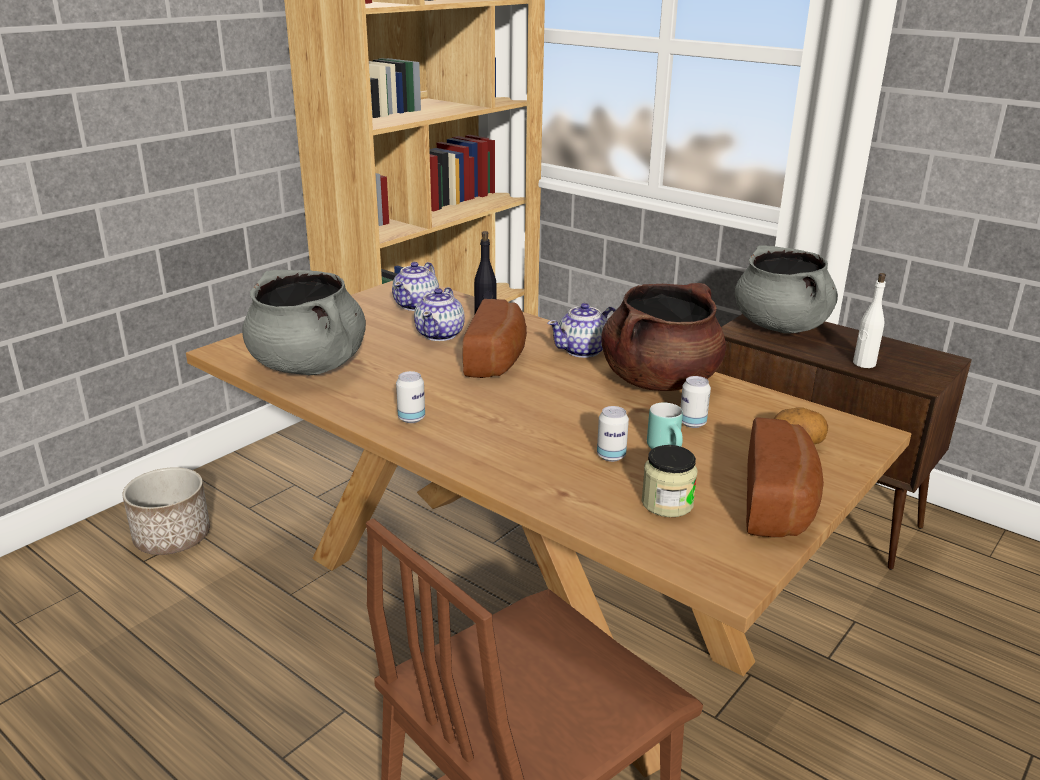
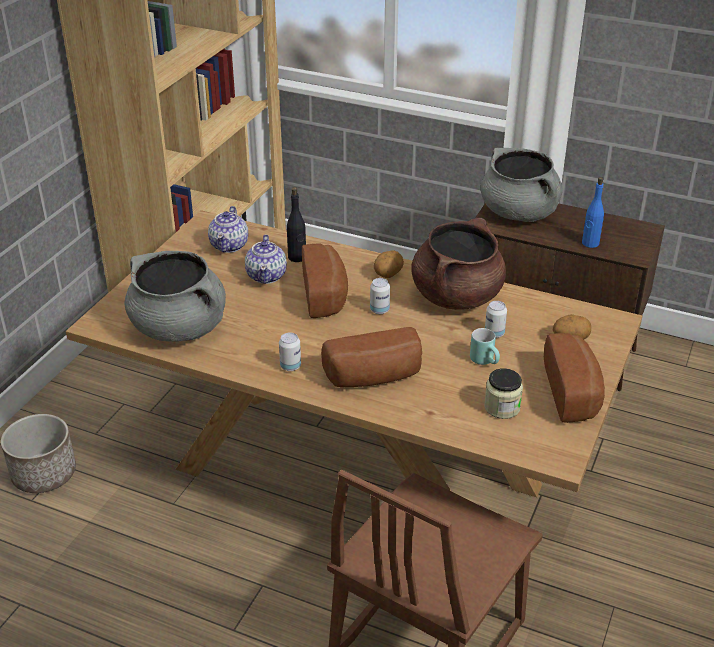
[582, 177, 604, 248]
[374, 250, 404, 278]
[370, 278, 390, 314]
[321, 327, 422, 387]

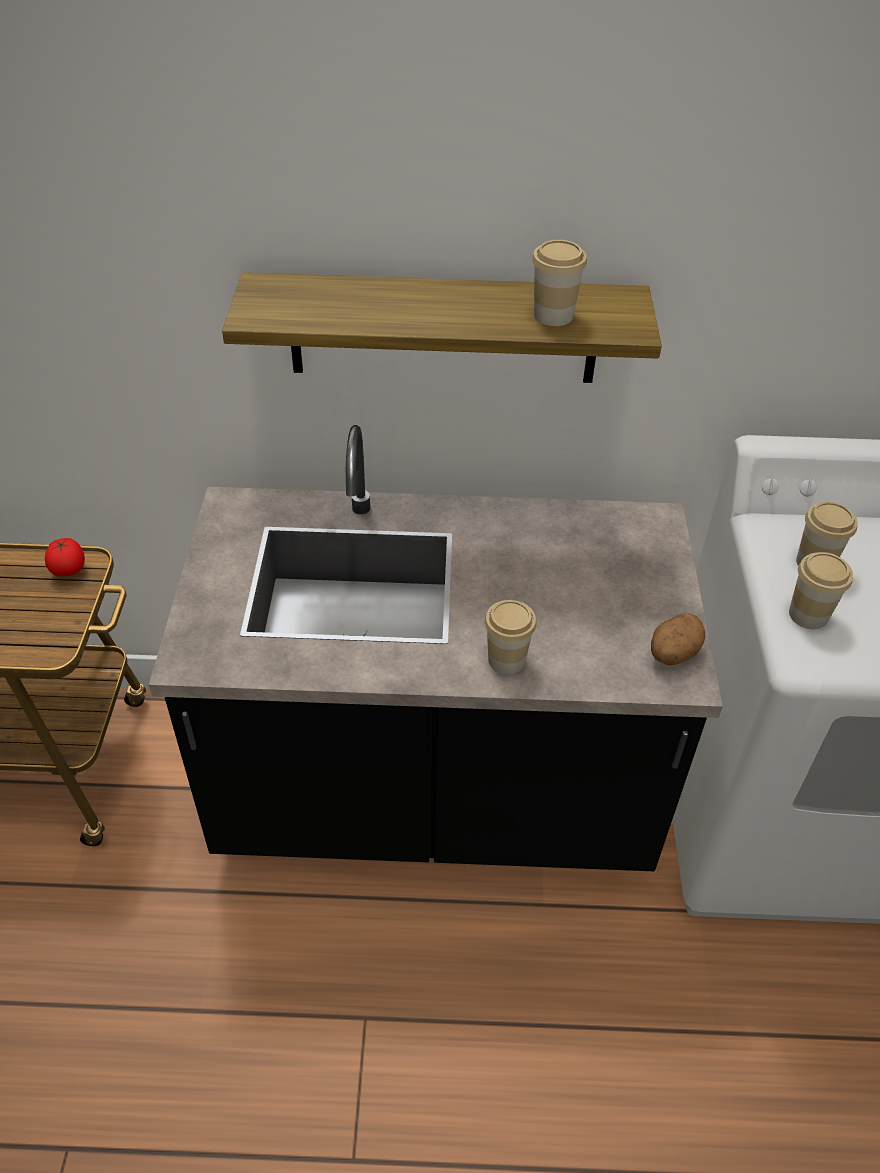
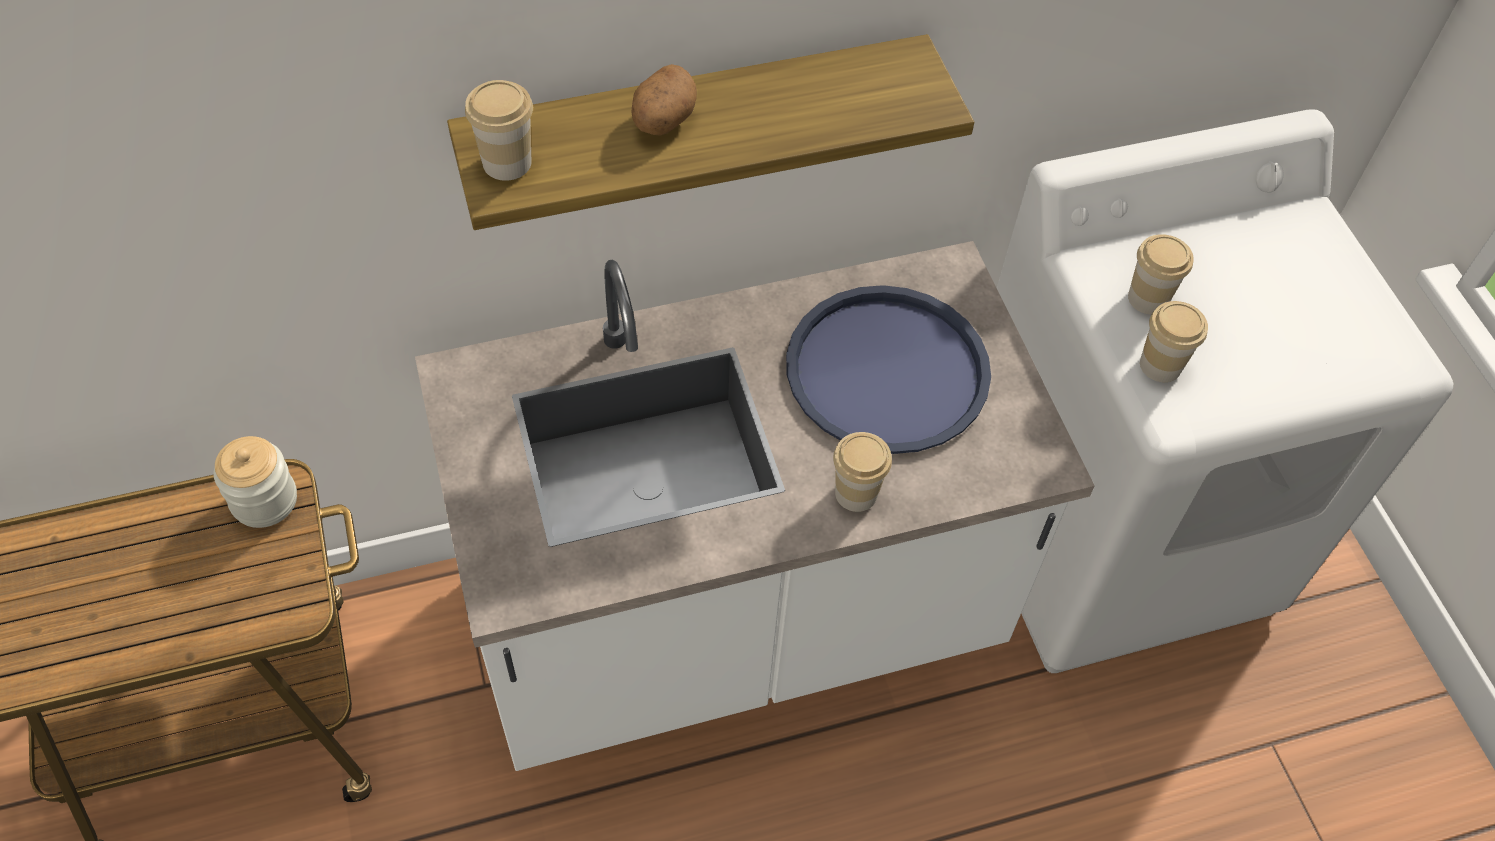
[465, 80, 533, 181]
[415, 241, 1095, 771]
[214, 436, 297, 528]
[632, 64, 697, 136]
[786, 285, 991, 454]

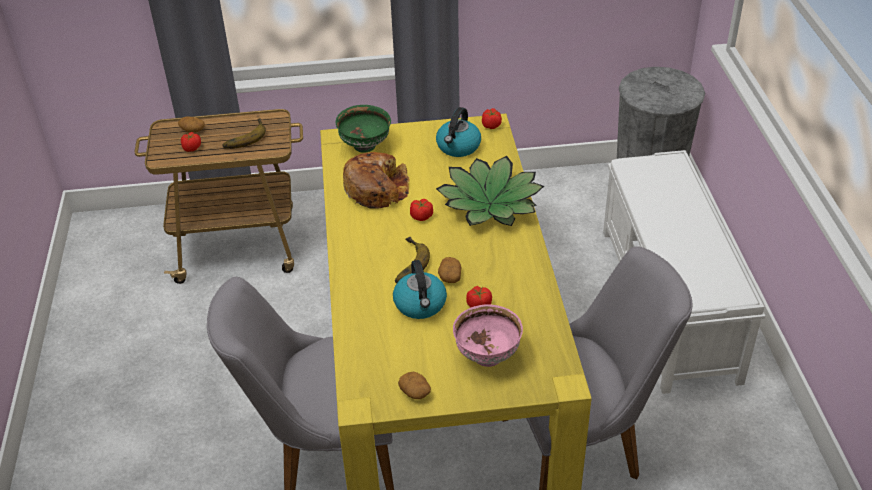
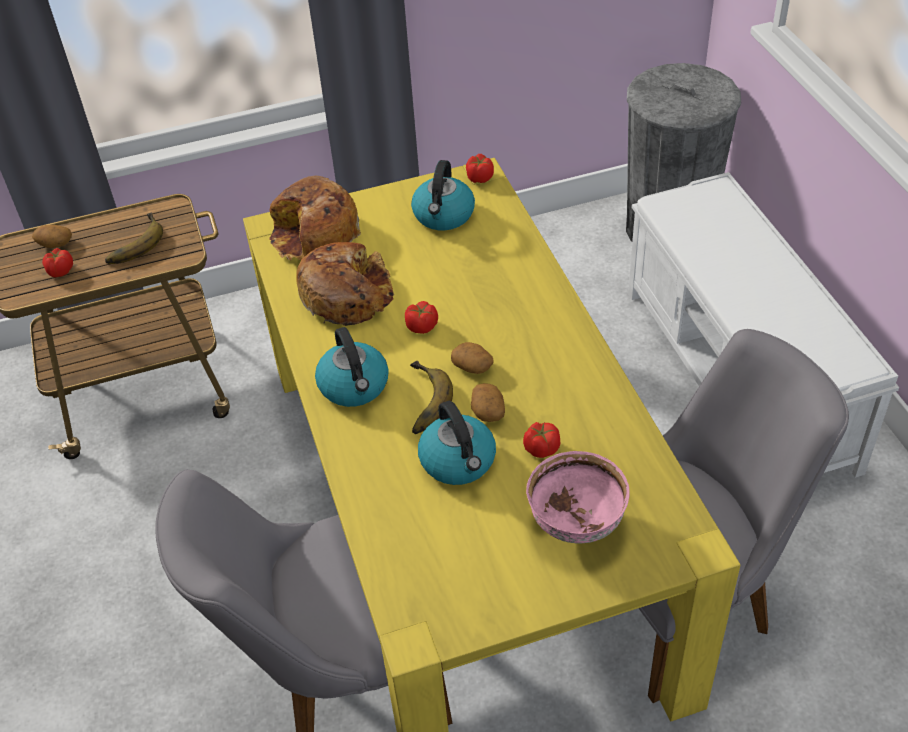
[269, 176, 361, 261]
[436, 156, 544, 226] (first image)
[451, 342, 494, 374]
[315, 327, 389, 407]

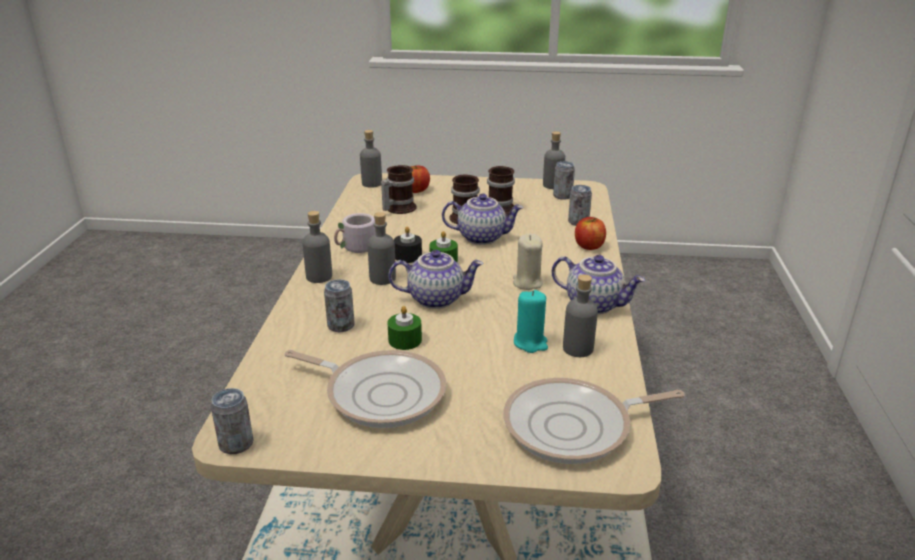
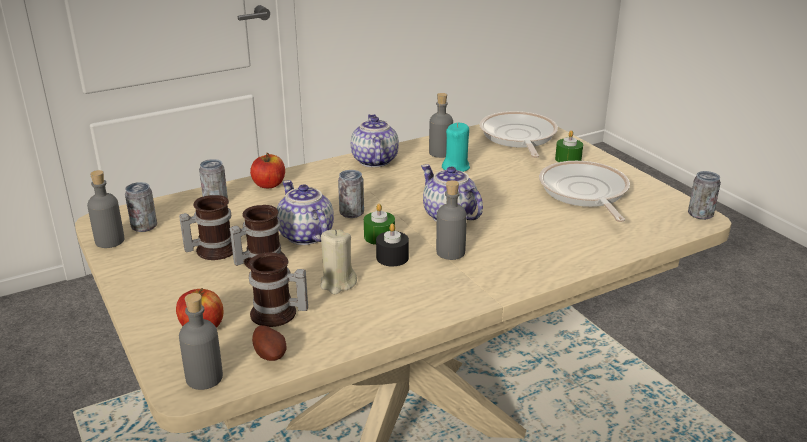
[302, 211, 332, 283] (first image)
[334, 213, 376, 253] (first image)
[320, 230, 357, 294]
[338, 170, 364, 218]
[555, 130, 583, 162]
[480, 111, 558, 158]
[252, 325, 287, 361]

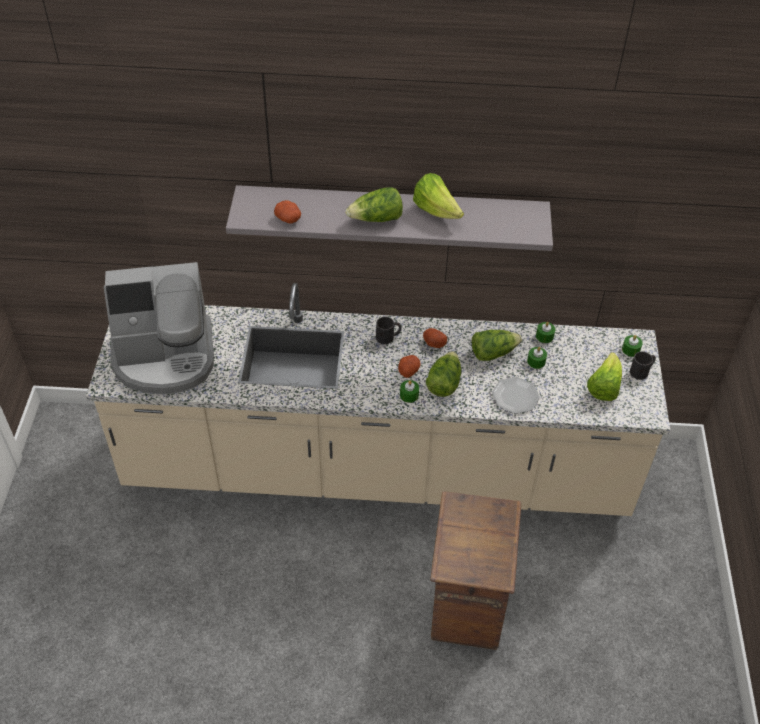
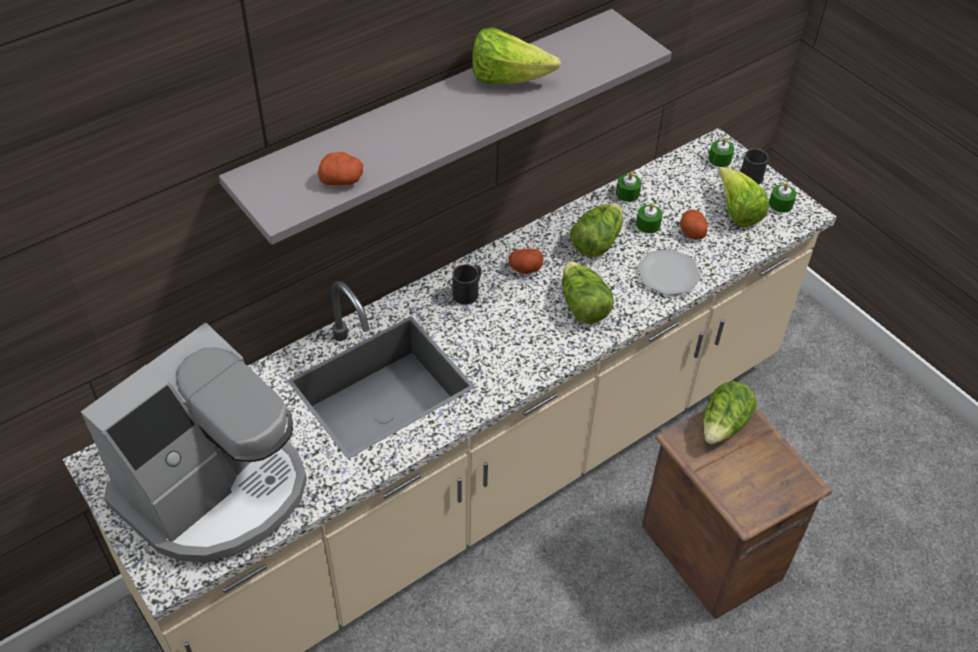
[703, 381, 757, 444]
[680, 210, 708, 240]
[769, 183, 797, 213]

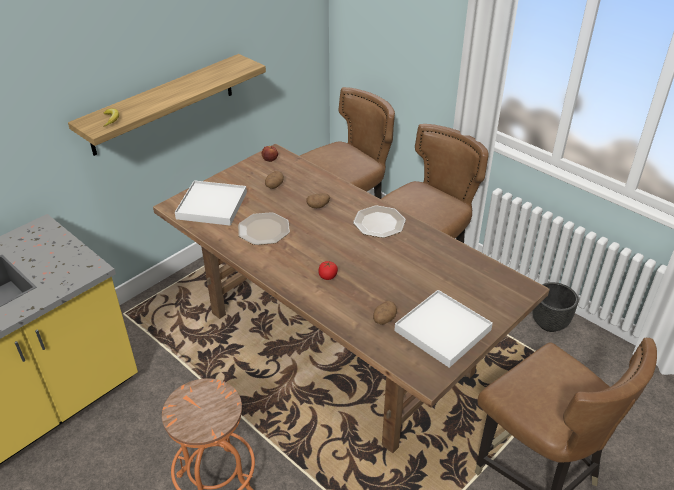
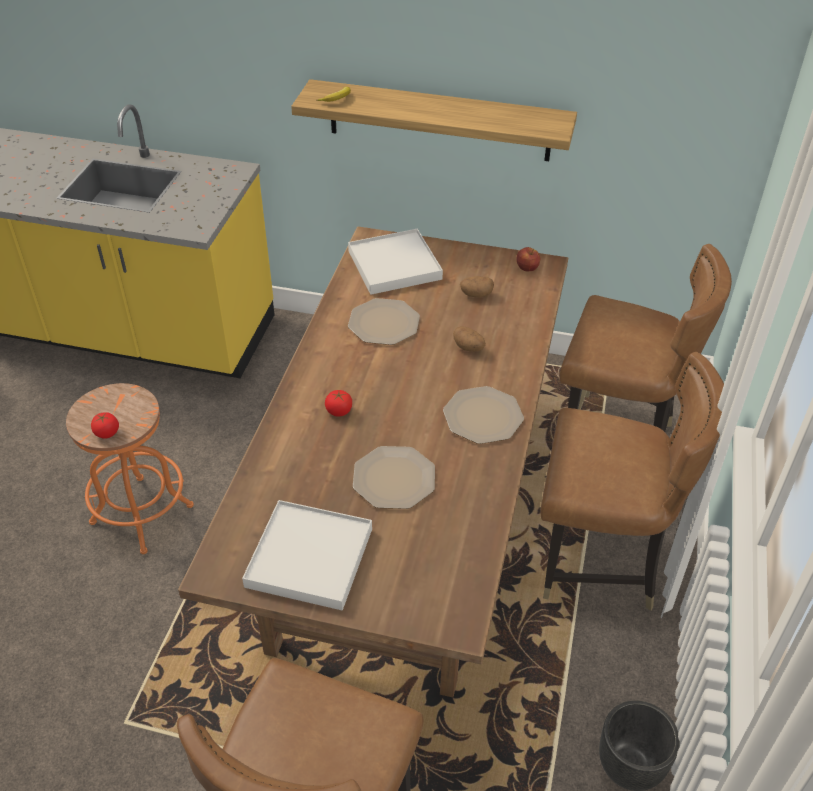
[373, 301, 397, 325] (first image)
[91, 412, 119, 439]
[353, 446, 435, 509]

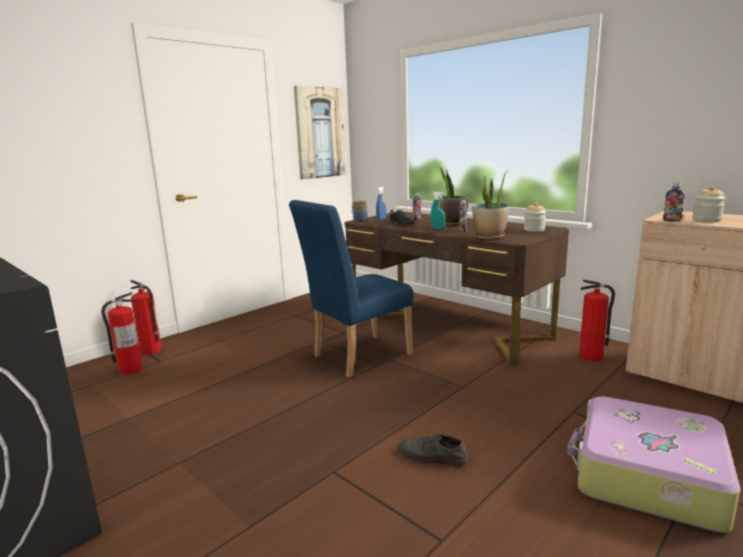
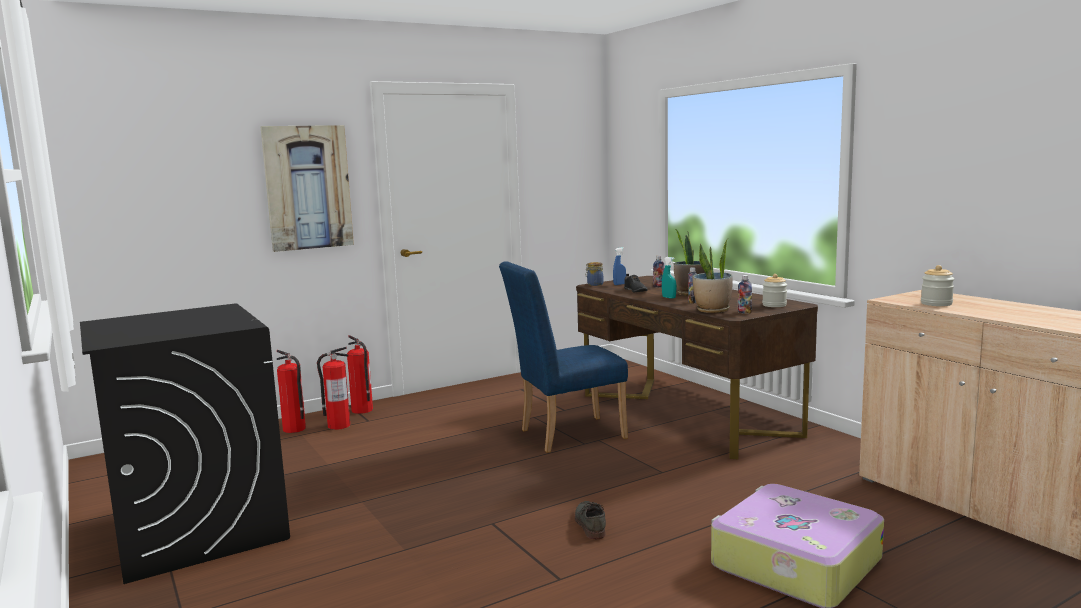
[260, 125, 354, 252]
[738, 275, 752, 314]
[277, 350, 306, 433]
[575, 501, 606, 540]

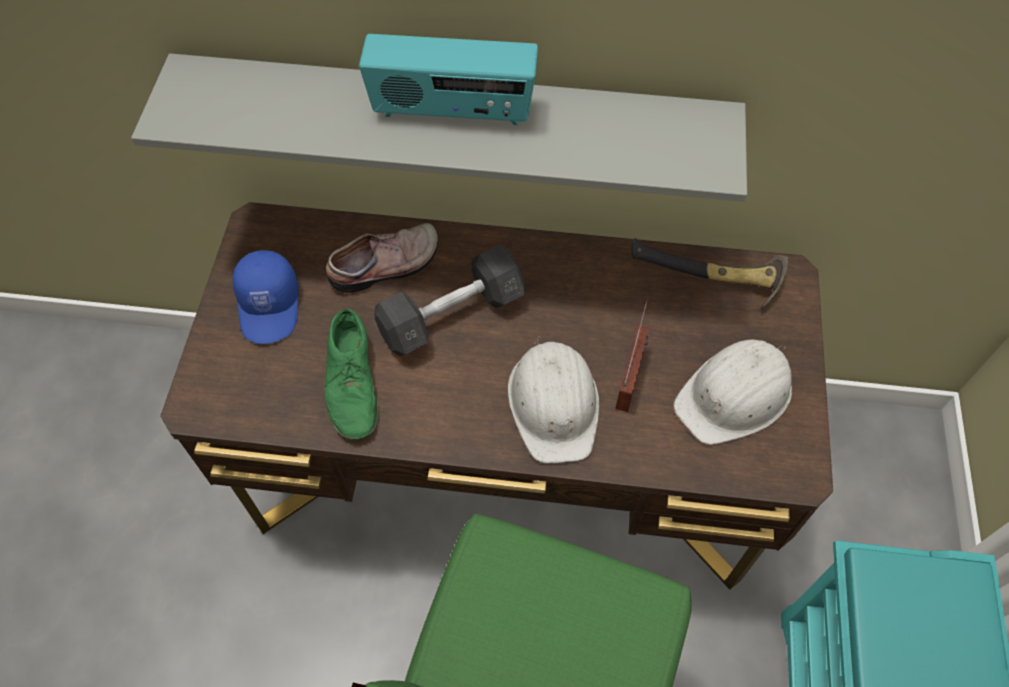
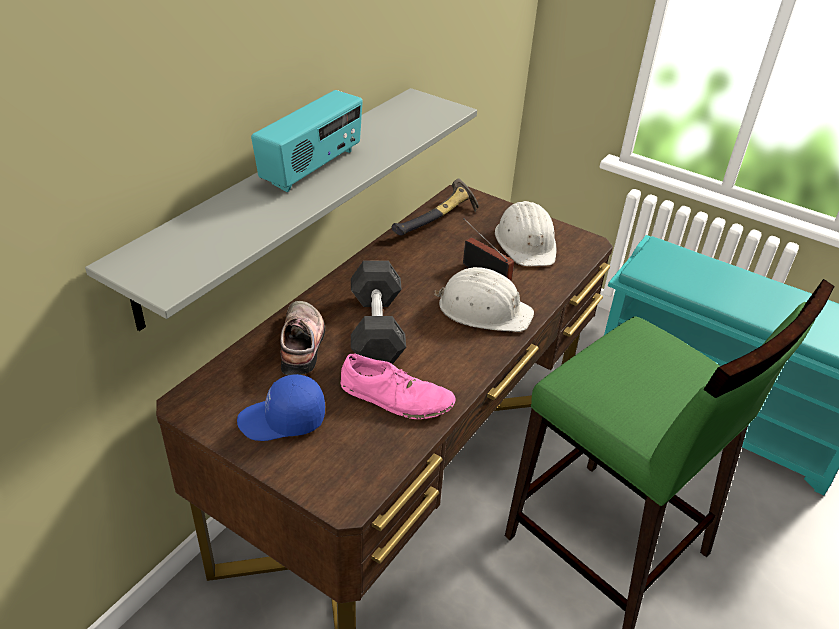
[237, 374, 325, 441]
[340, 354, 456, 419]

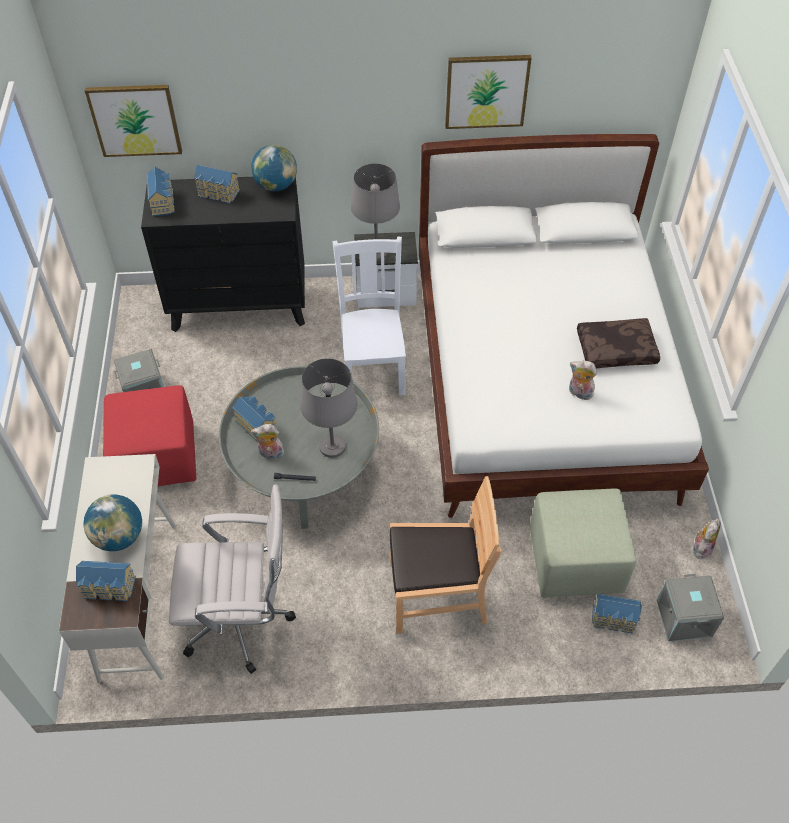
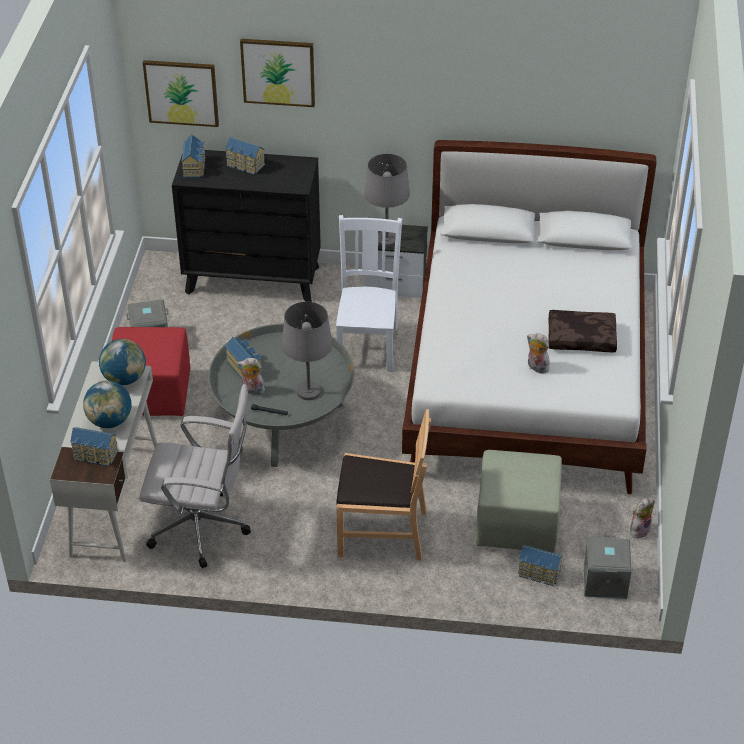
[240, 39, 315, 107]
[99, 339, 146, 385]

